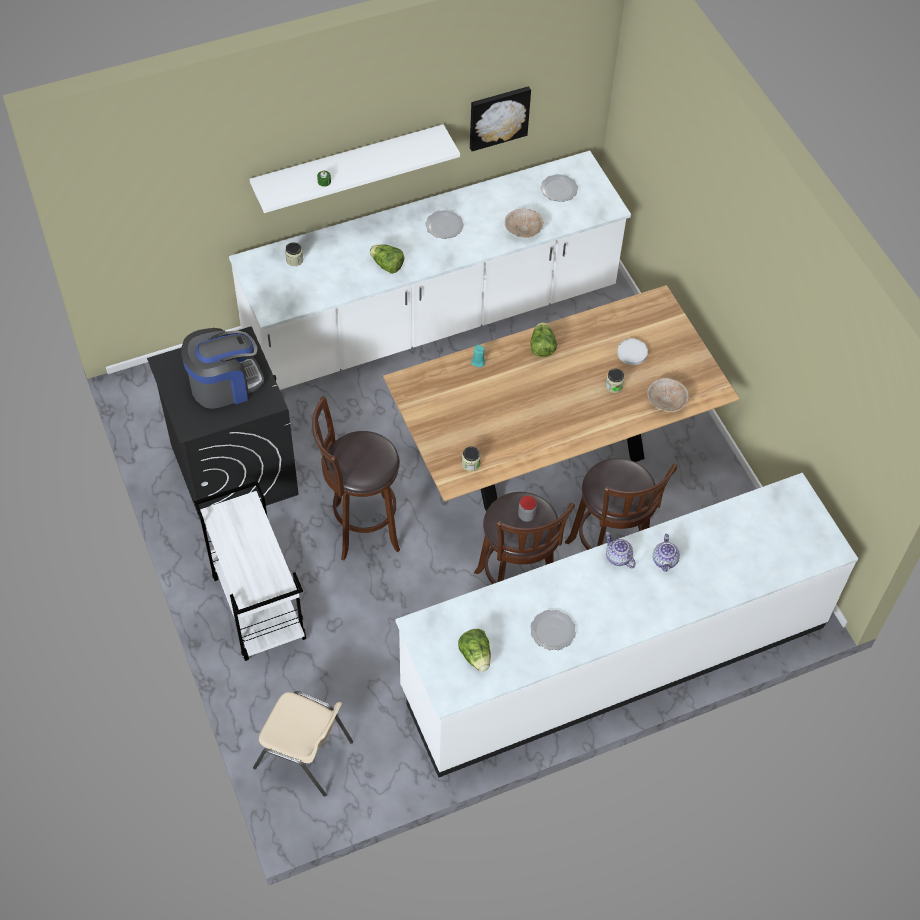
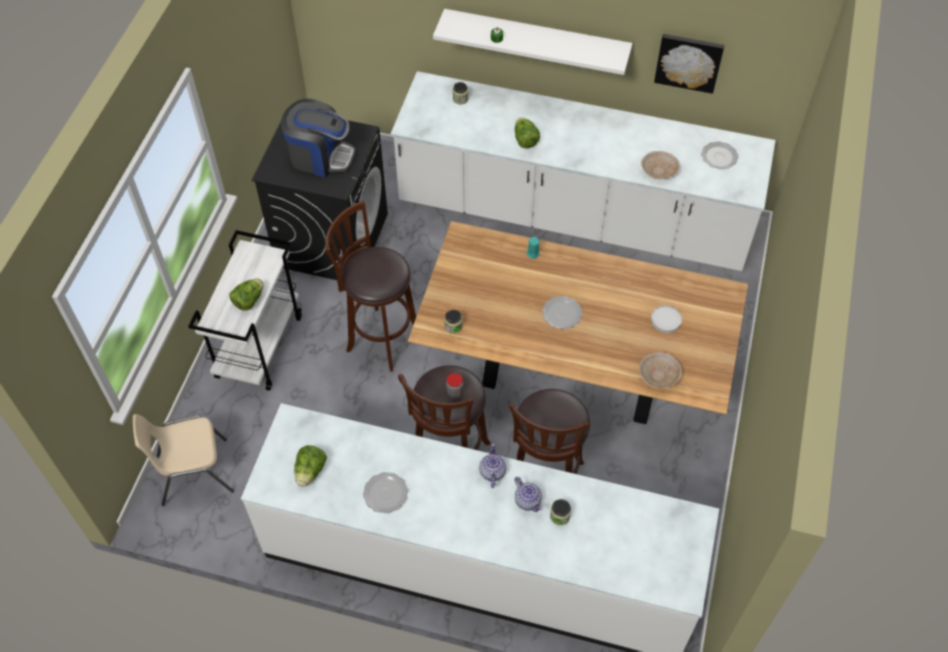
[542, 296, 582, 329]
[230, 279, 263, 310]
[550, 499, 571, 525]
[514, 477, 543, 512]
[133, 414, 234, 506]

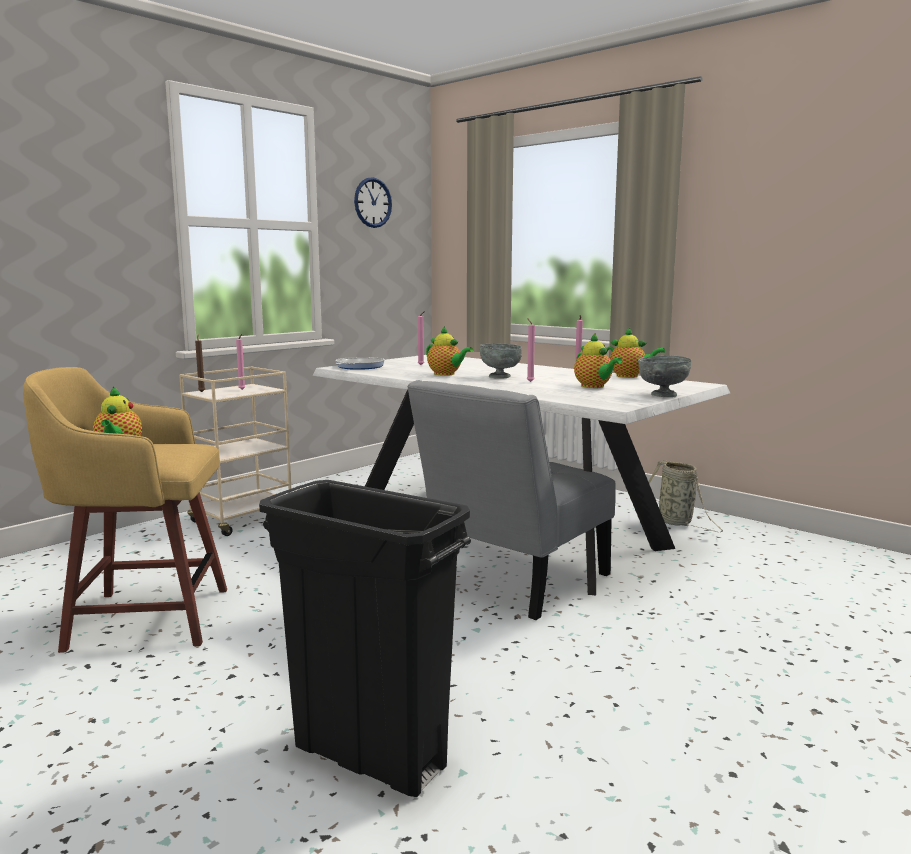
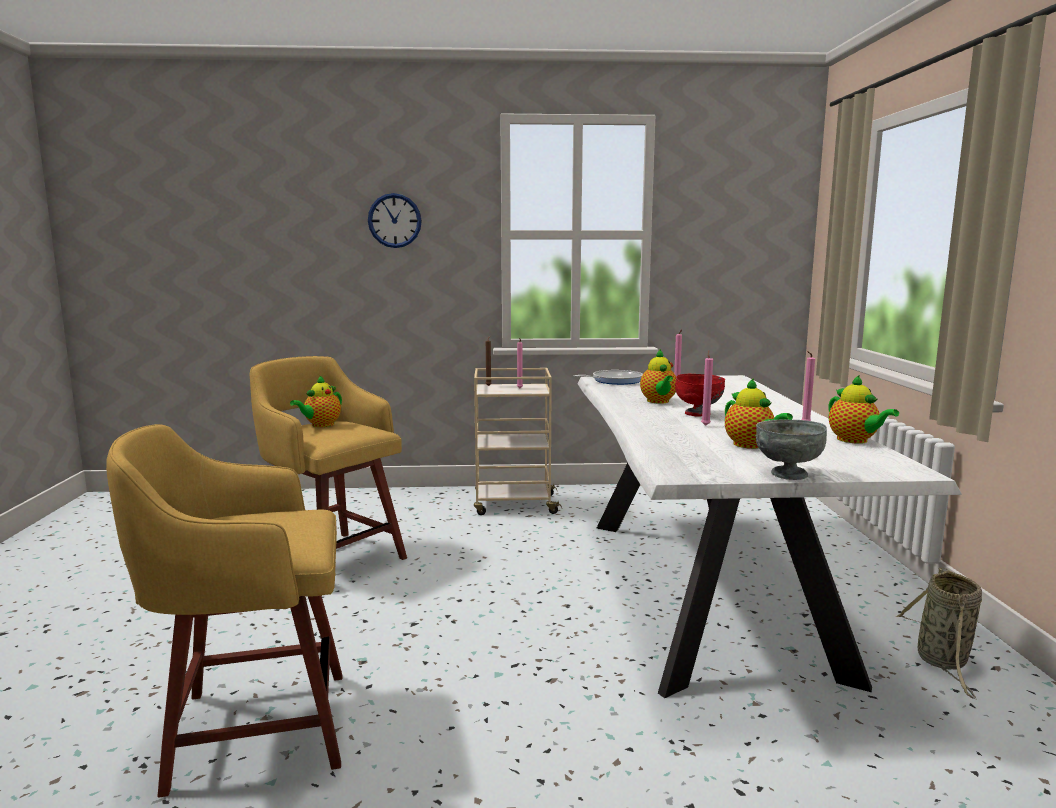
[368, 193, 422, 248]
[725, 378, 793, 449]
[675, 374, 725, 417]
[407, 380, 616, 620] (first image)
[106, 424, 342, 798]

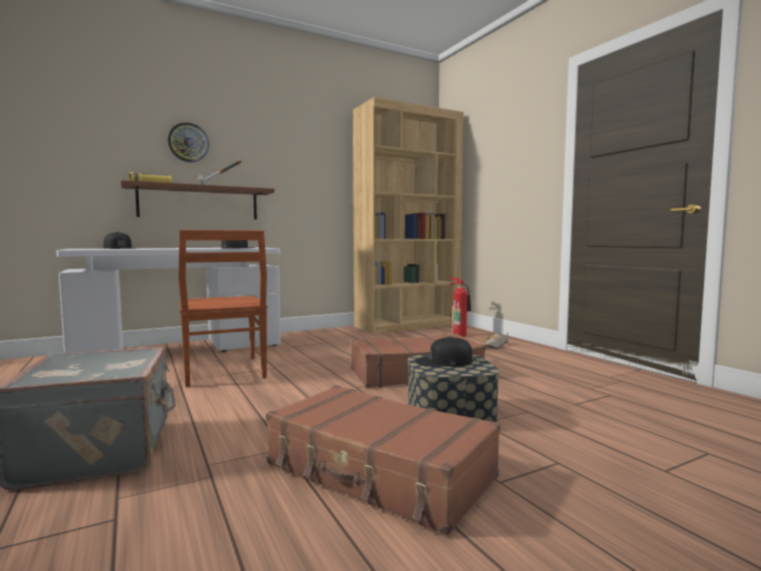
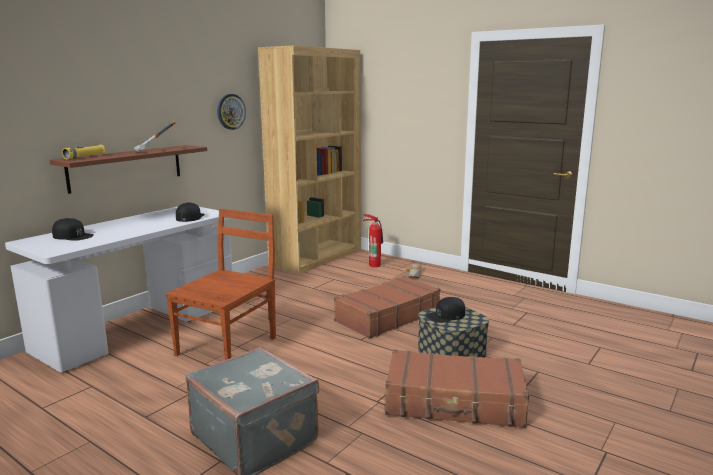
[217, 94, 246, 130]
[165, 209, 276, 360]

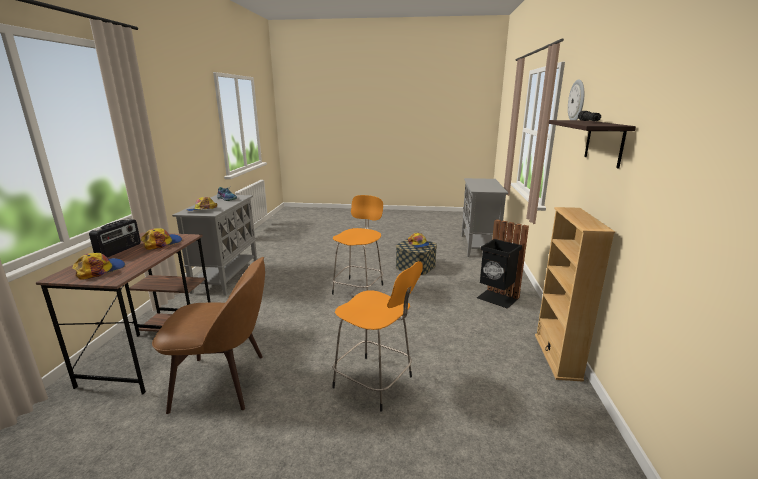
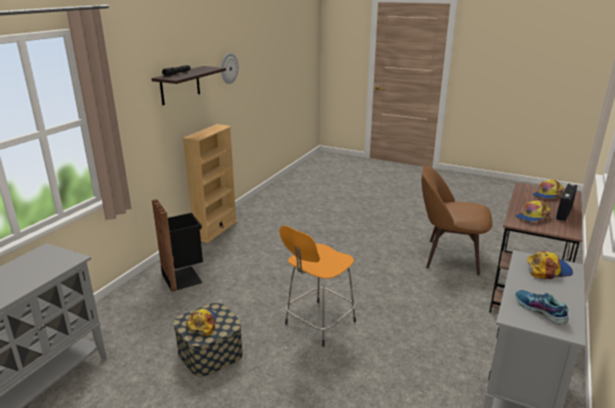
[221, 53, 239, 84]
[332, 261, 423, 412] (first image)

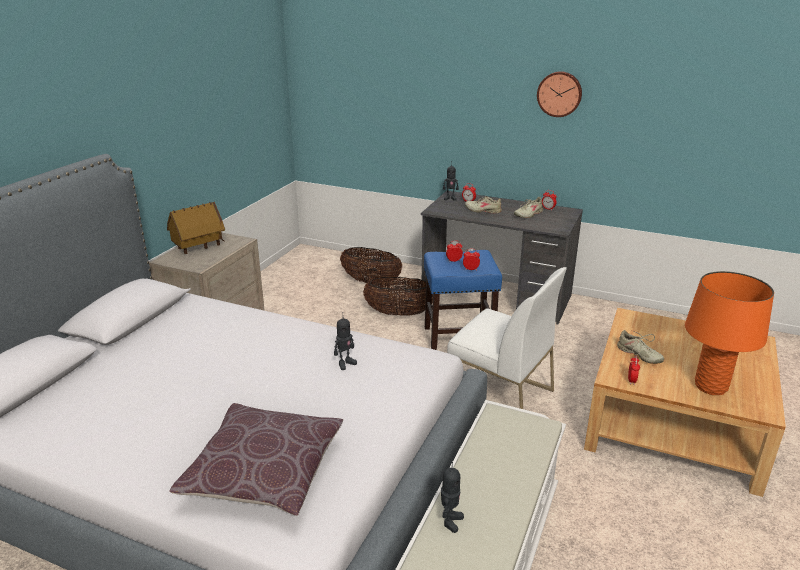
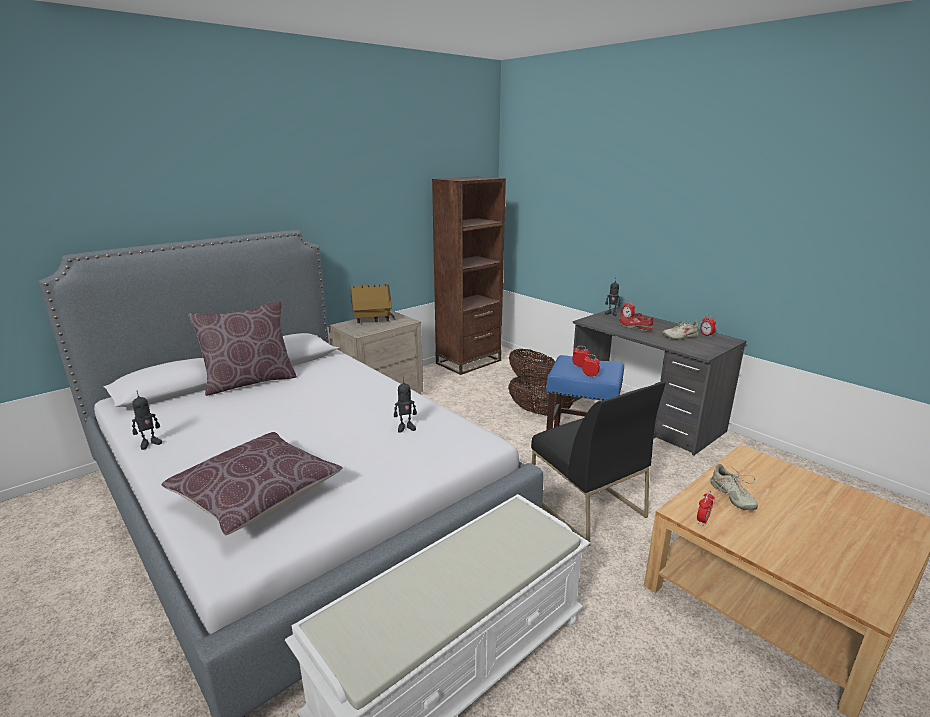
[537, 71, 582, 117] (first image)
[619, 313, 653, 331]
[531, 382, 666, 546]
[685, 271, 774, 395] (first image)
[132, 392, 162, 450]
[432, 177, 506, 375]
[188, 301, 297, 396]

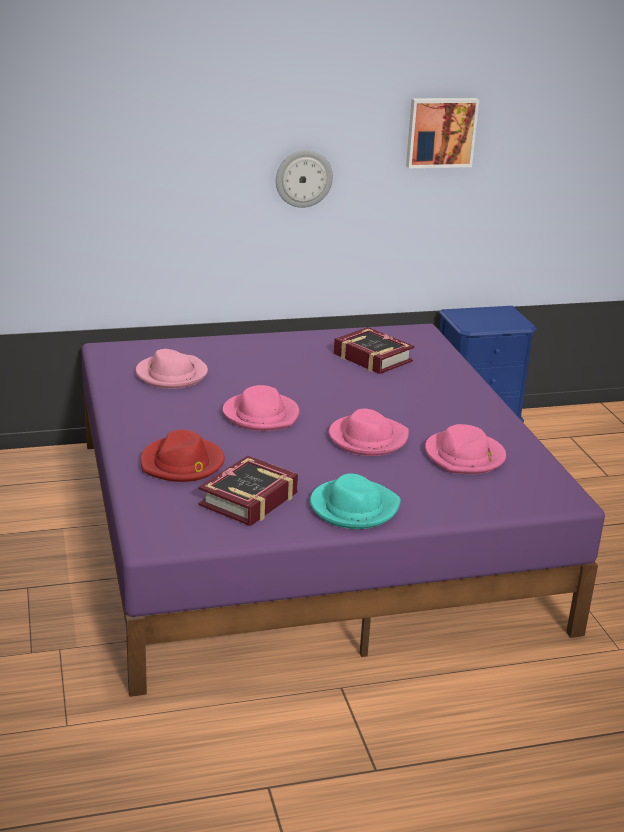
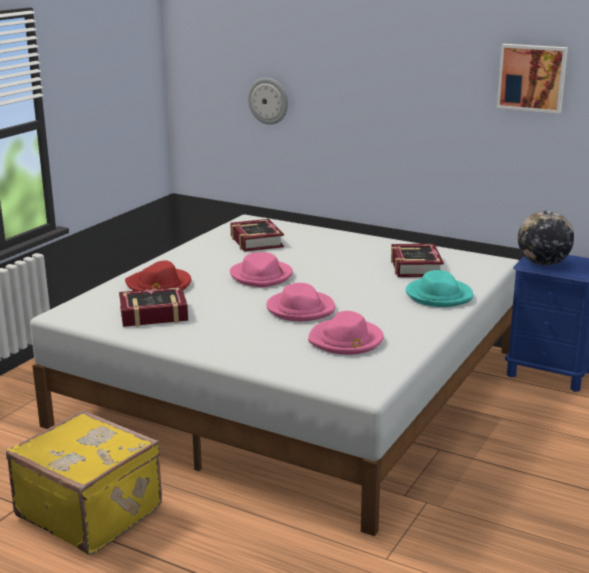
[248, 78, 288, 125]
[30, 215, 519, 536]
[230, 219, 284, 252]
[406, 270, 473, 307]
[518, 211, 574, 266]
[6, 410, 162, 555]

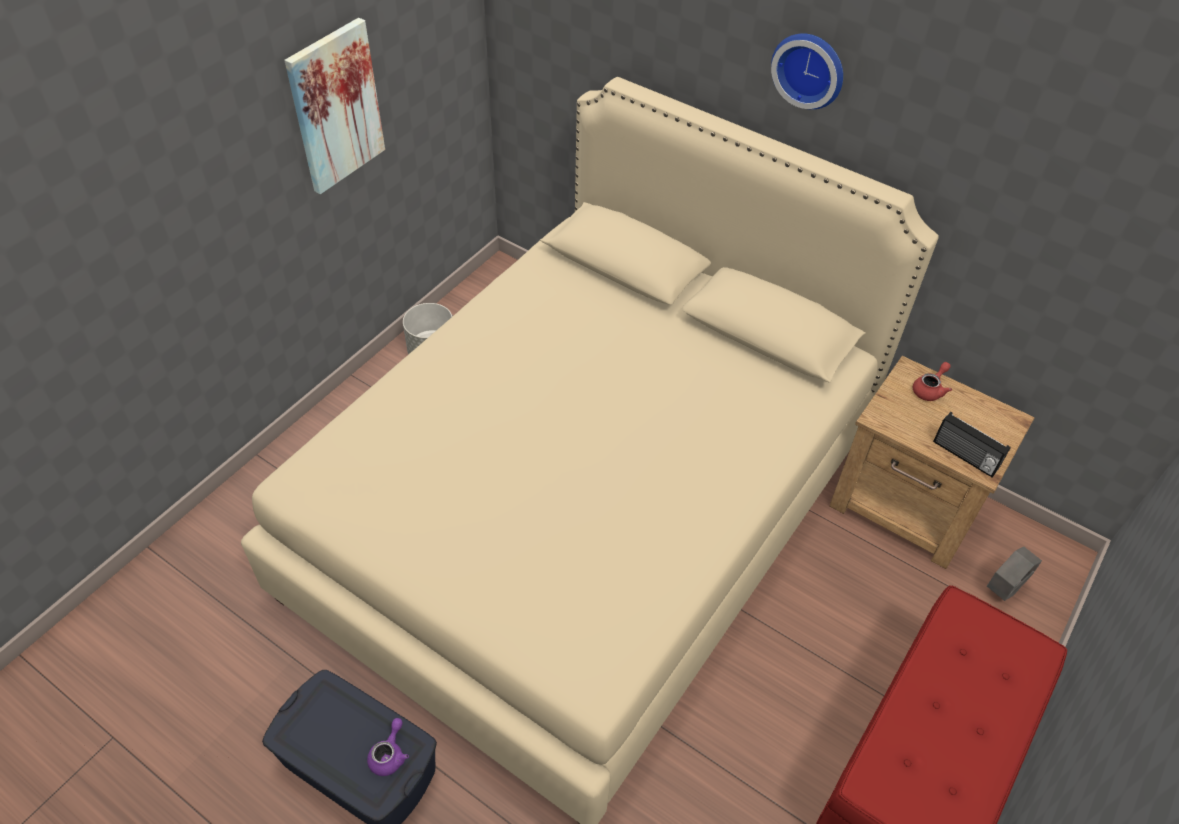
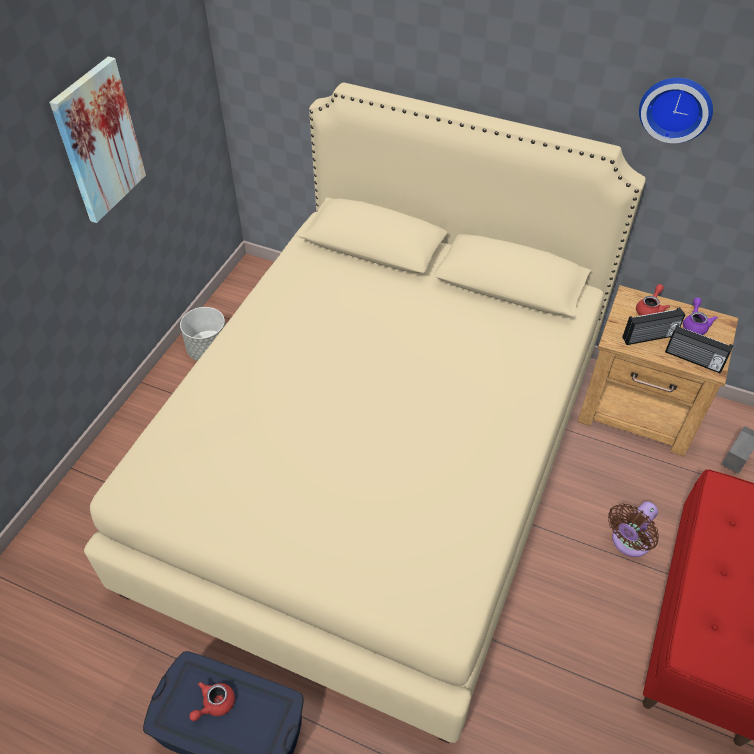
[639, 78, 713, 143]
[683, 298, 718, 335]
[622, 307, 685, 345]
[608, 501, 659, 557]
[189, 682, 235, 721]

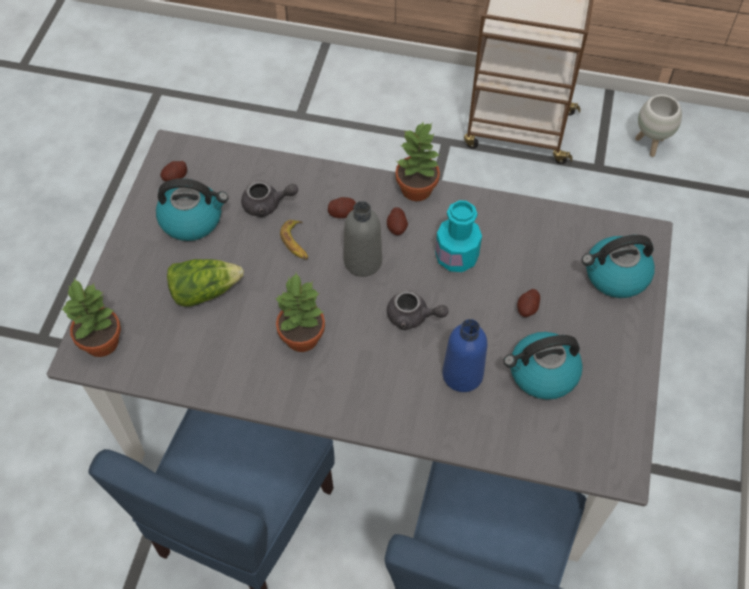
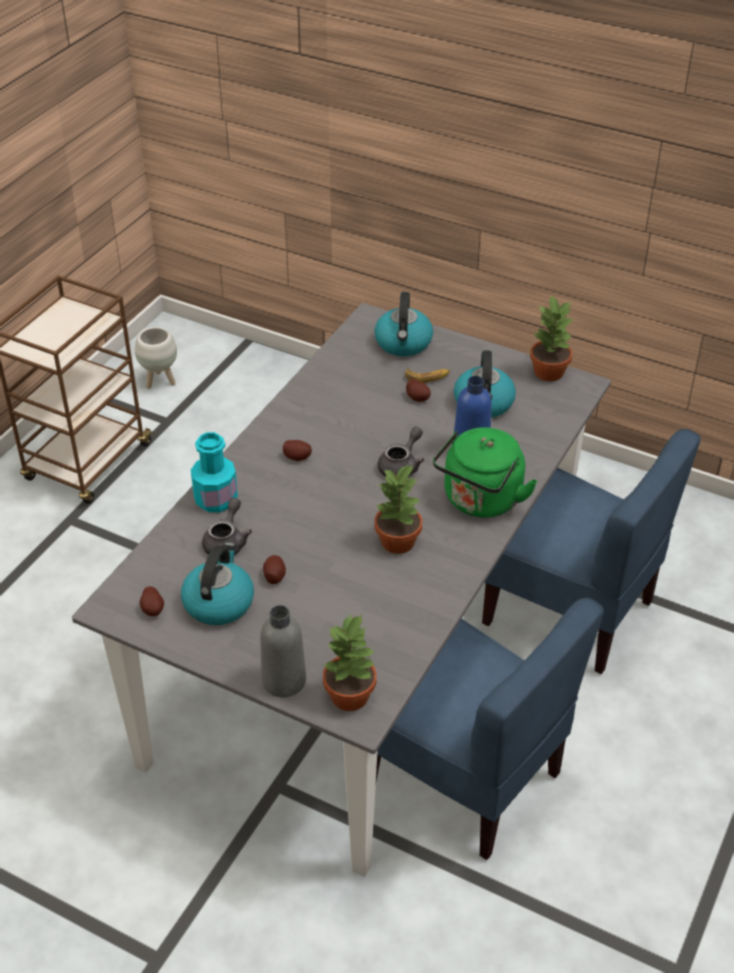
[530, 295, 575, 381]
[263, 555, 286, 584]
[191, 432, 238, 512]
[260, 605, 306, 698]
[405, 368, 450, 383]
[167, 259, 244, 306] (first image)
[433, 427, 538, 518]

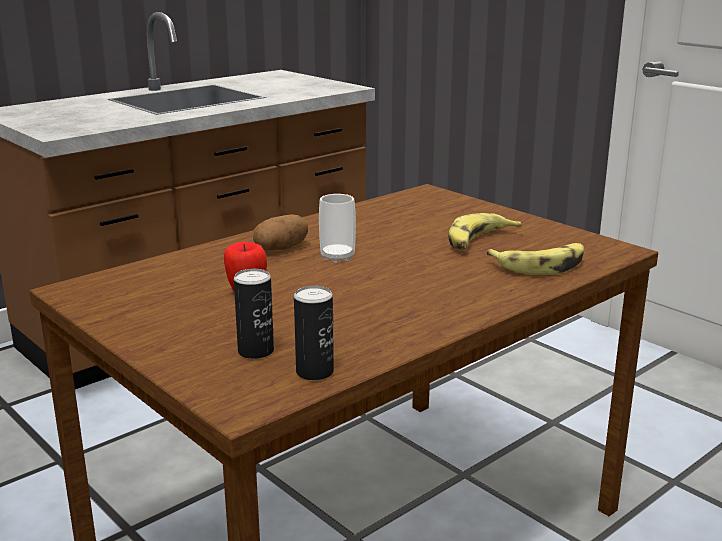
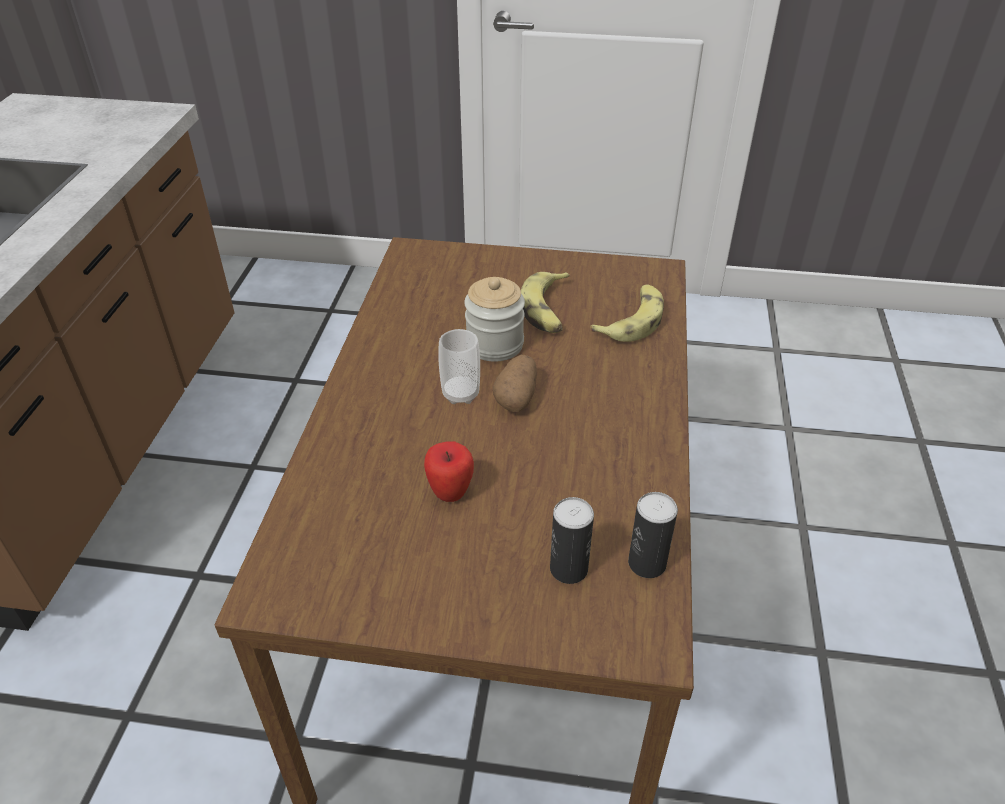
[493, 355, 537, 412]
[464, 277, 525, 362]

